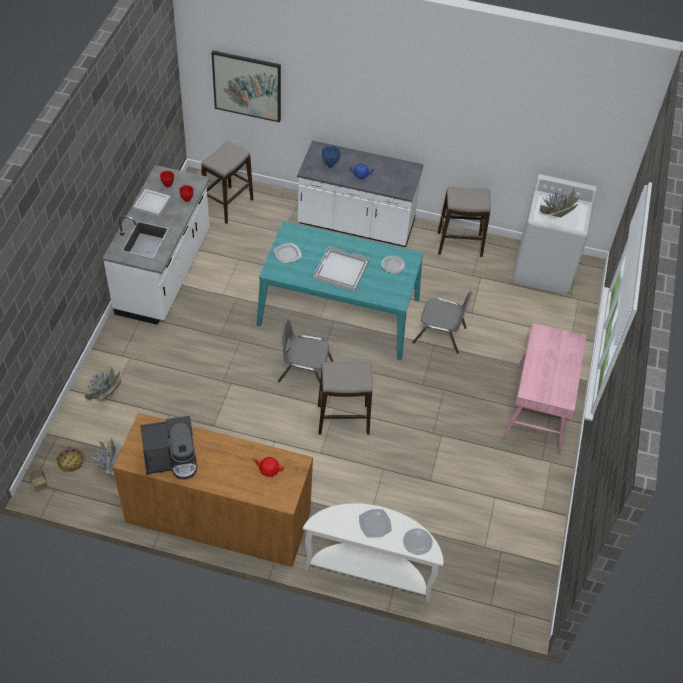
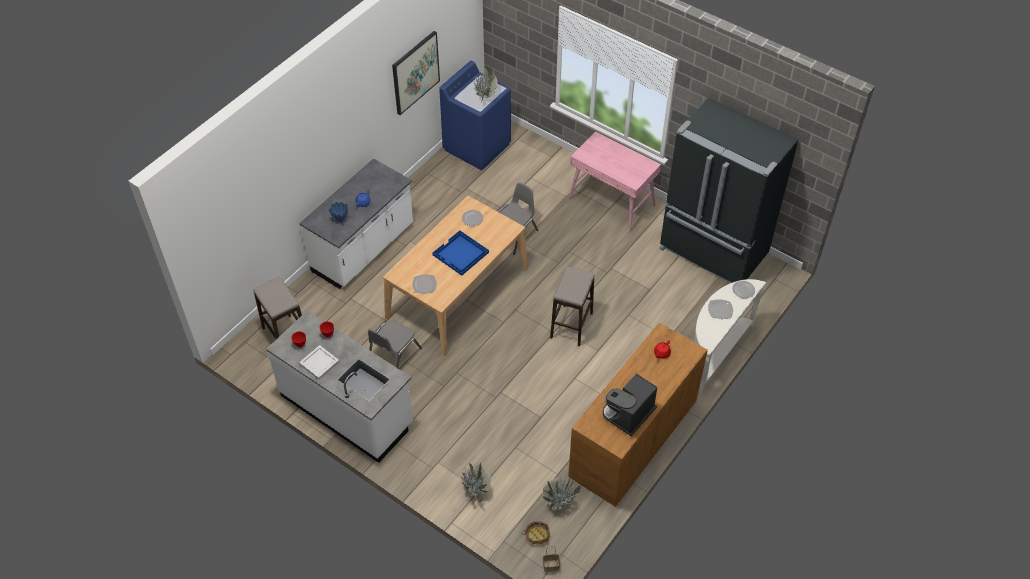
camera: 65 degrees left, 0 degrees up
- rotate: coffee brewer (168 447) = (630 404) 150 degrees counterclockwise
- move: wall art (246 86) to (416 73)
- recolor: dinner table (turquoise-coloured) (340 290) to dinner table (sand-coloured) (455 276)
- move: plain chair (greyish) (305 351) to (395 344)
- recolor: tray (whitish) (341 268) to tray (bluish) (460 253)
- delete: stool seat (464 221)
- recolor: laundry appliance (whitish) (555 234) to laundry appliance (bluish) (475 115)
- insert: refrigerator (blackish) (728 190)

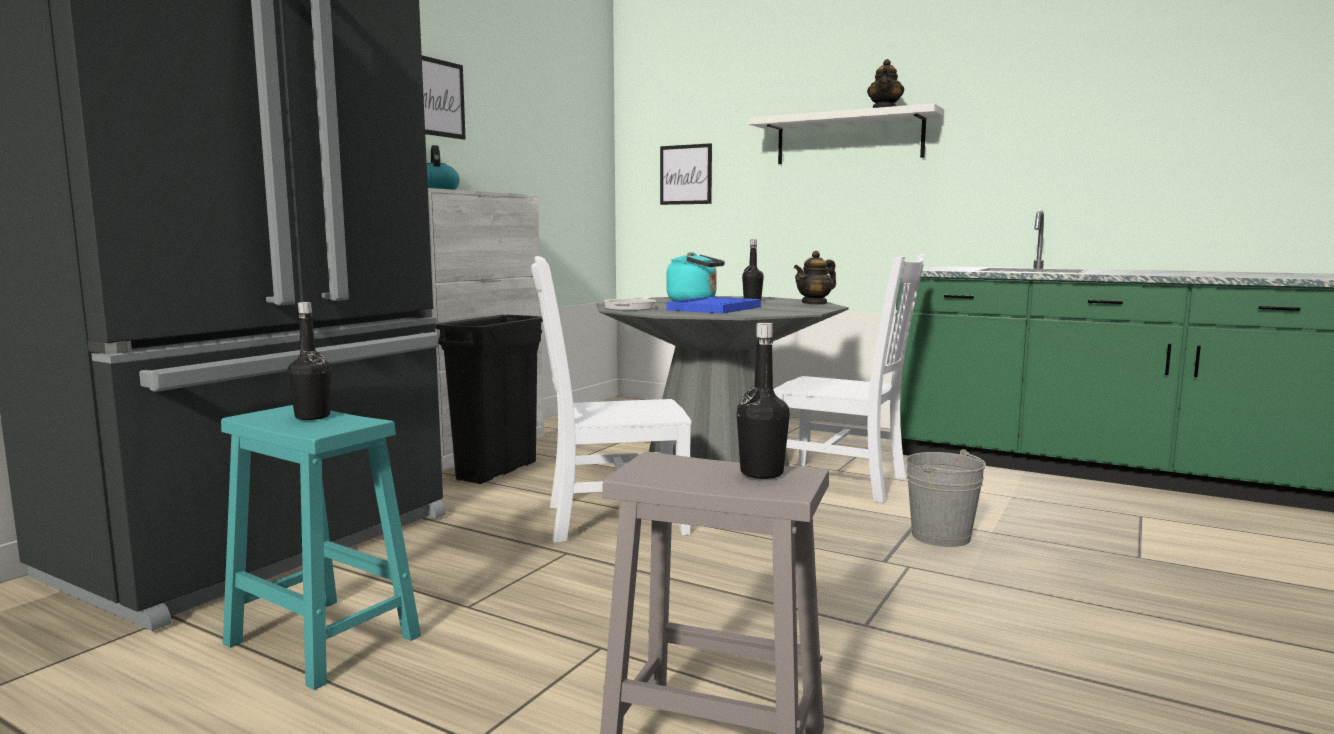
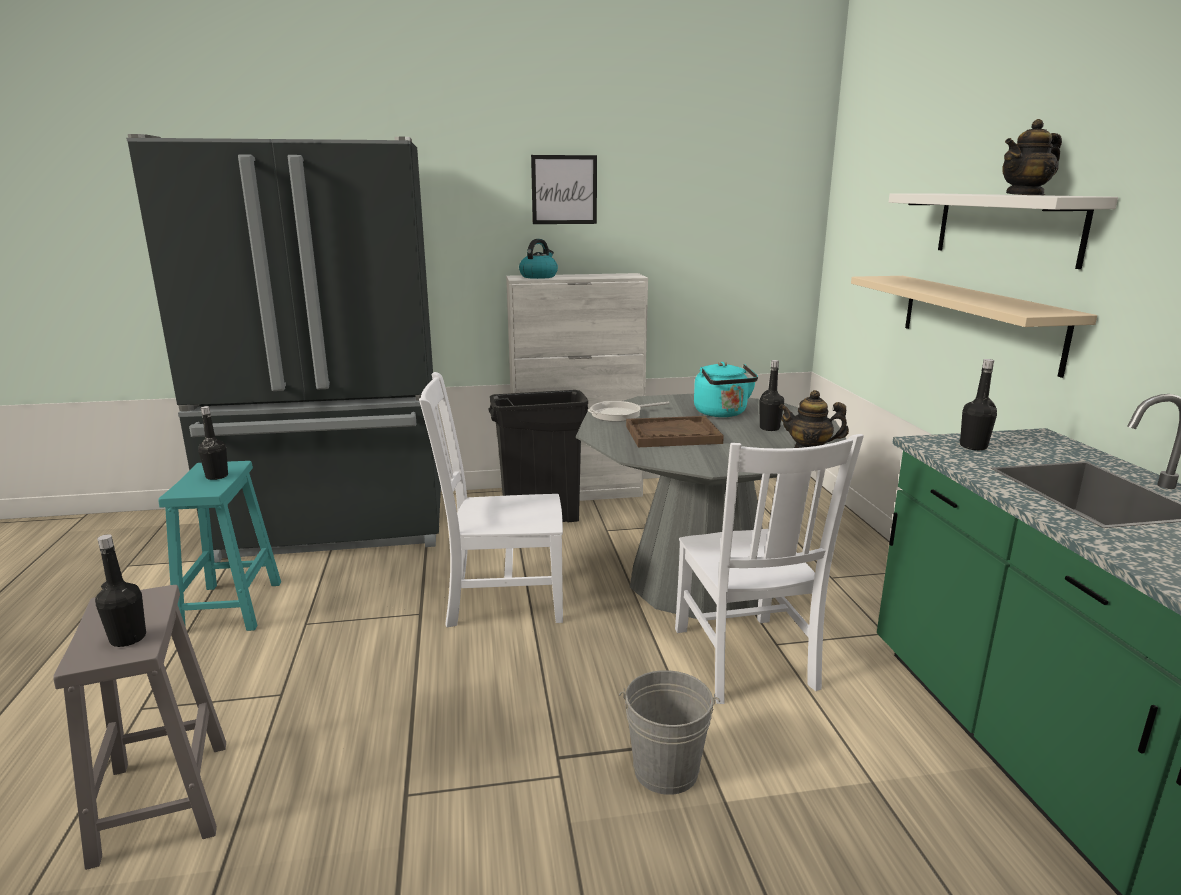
camera: 50 degrees right, 10 degrees up
- rotate: plain chair (whitish) (611 399) = (491 499) 45 degrees counterclockwise
- delete: wall art (686 174)
- recolor: tray (bluish) (714 305) to tray (brown-coloured) (675 431)
- insert: shelf (sand-coloured) (974 327)
- insert: bottle (blackish) (978 404)

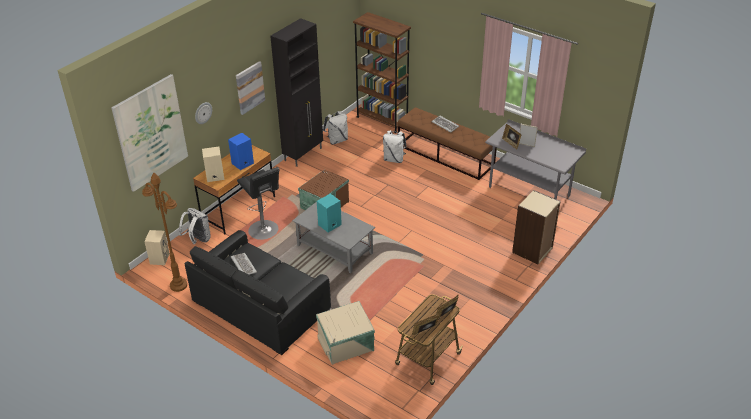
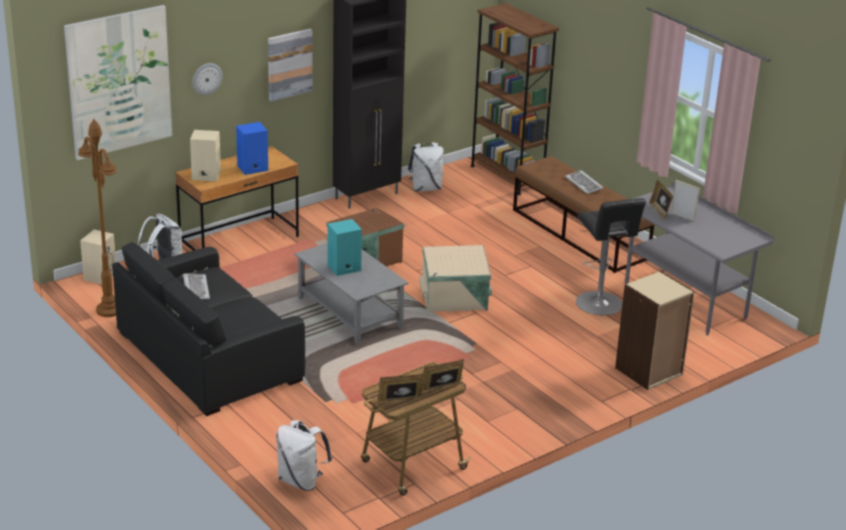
camera: 15 degrees right, 10 degrees down
- move: stool seat (blackish) (258 203) to (611 256)
- move: storage container (sand-coloured) (345 333) to (455 278)
- move: backpack (whitish) (395 146) to (304 455)

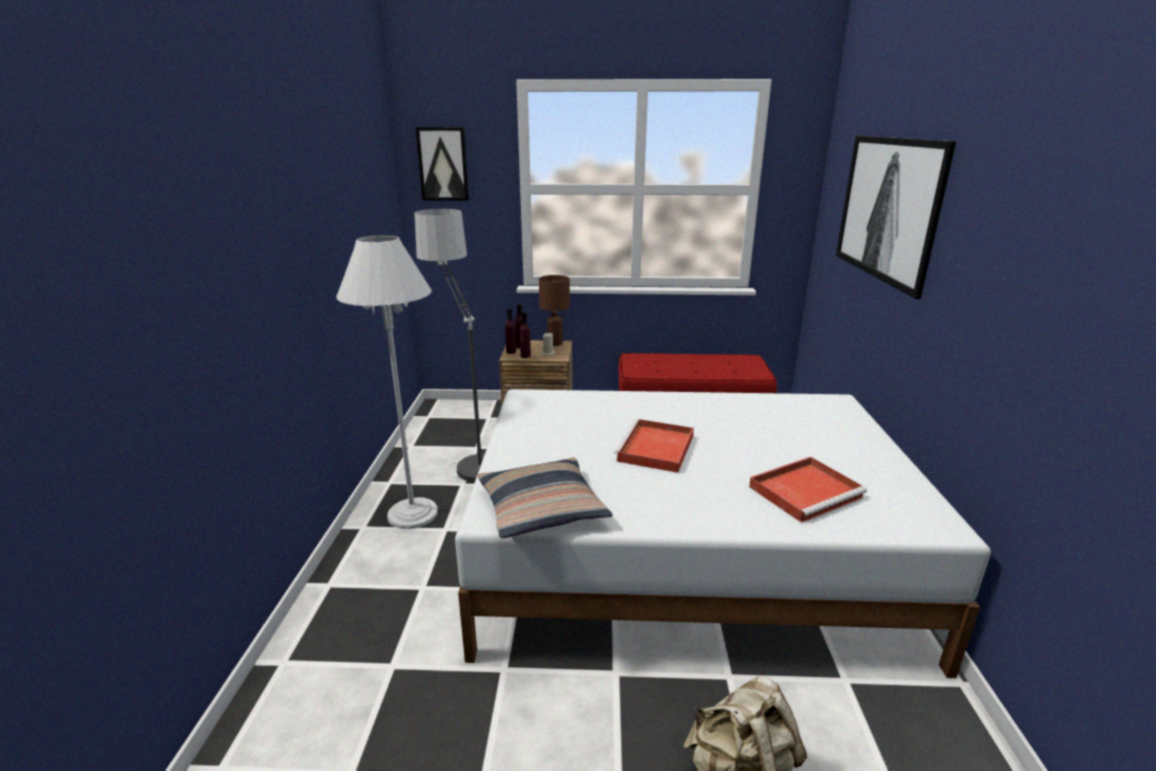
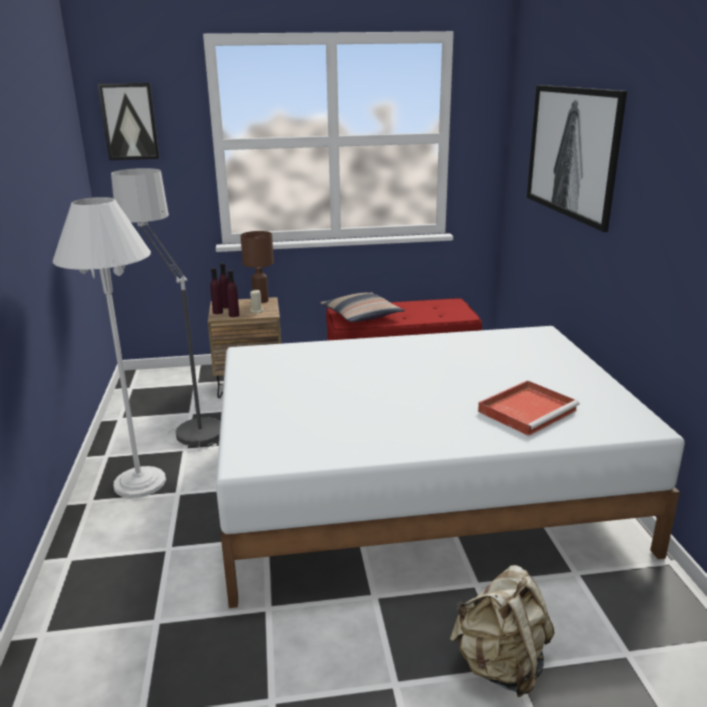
camera: 10 degrees left, 0 degrees up
- move: throw pillow (545 498) to (362 307)
- delete: tray (red) (654 446)

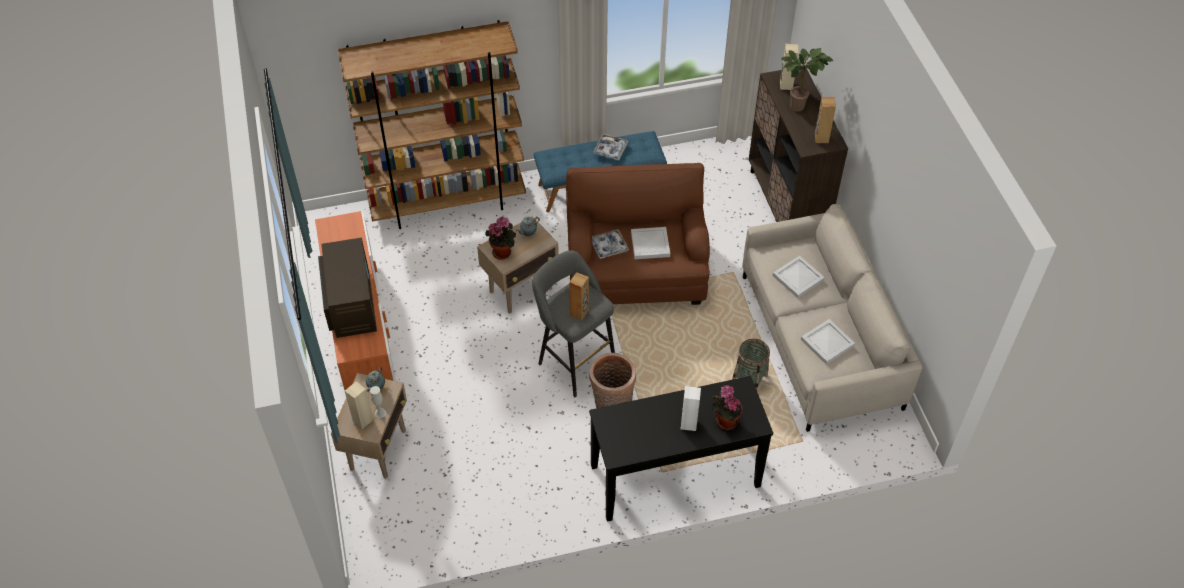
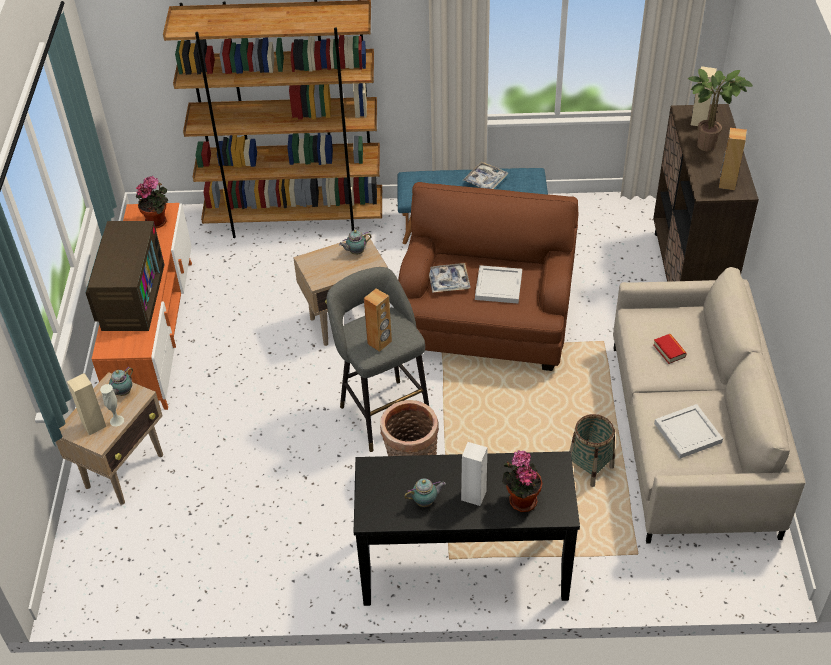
camera: 15 degrees right, 5 degrees down
- move: houseplant (500 238) to (152 202)
- replace: tray (whitish) (799 276) to volume (670 349)
- insert: teapot (425 492)

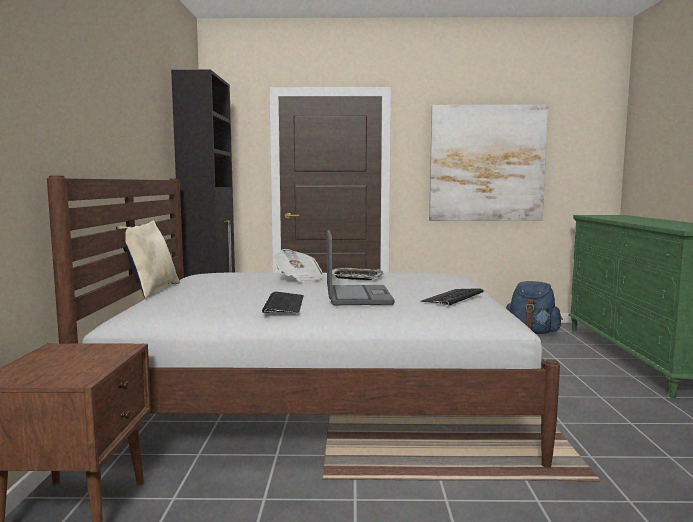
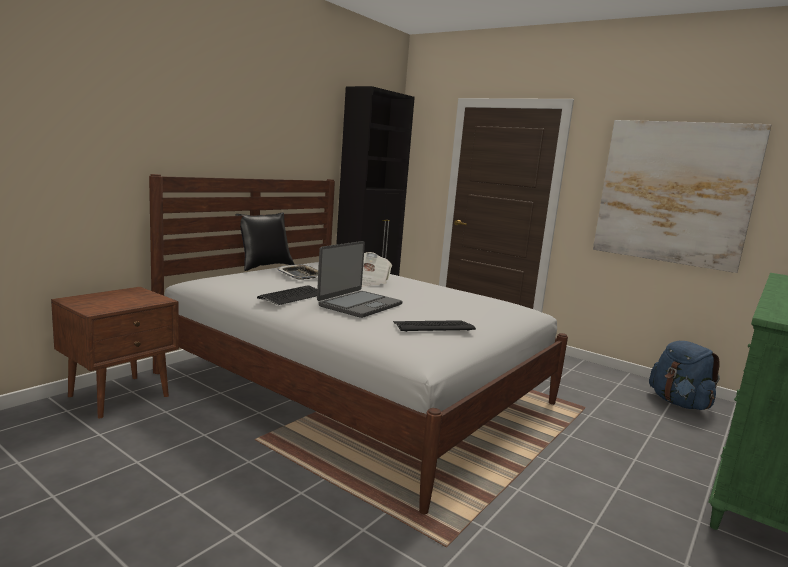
camera: 35 degrees right, 5 degrees up
- recolor: throw pillow (sand-coloured) (148 259) to throw pillow (blackish) (265 241)
- move: tray (358 274) to (297 272)

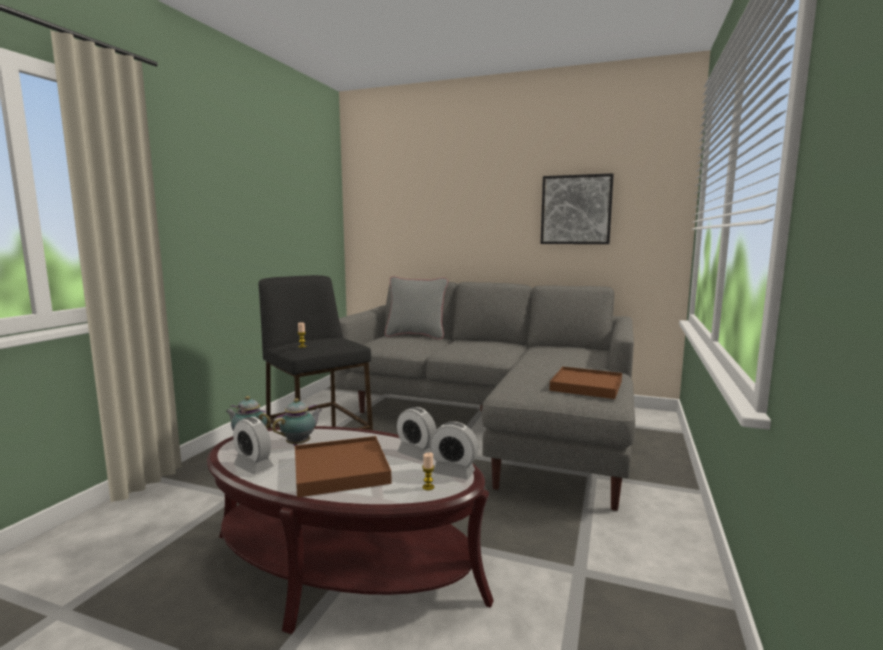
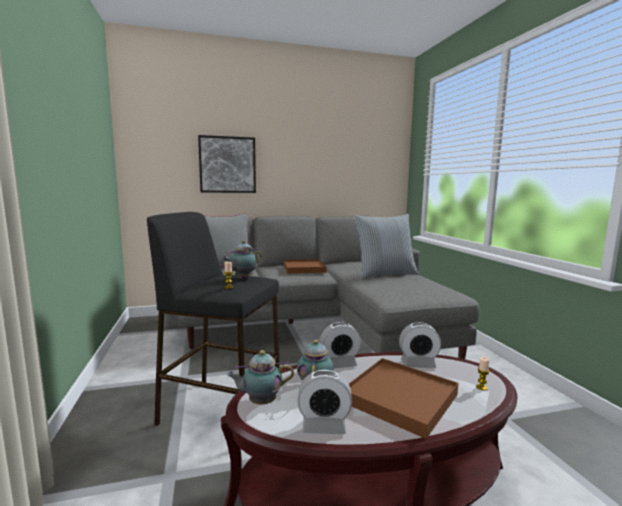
camera: 35 degrees left, 0 degrees up
- move: alarm clock (454 450) to (340 345)
- move: wall art (577 208) to (227 164)
- move: tray (brown-coloured) (585 383) to (305 266)
- insert: teapot (242 259)
- insert: throw pillow (386 246)

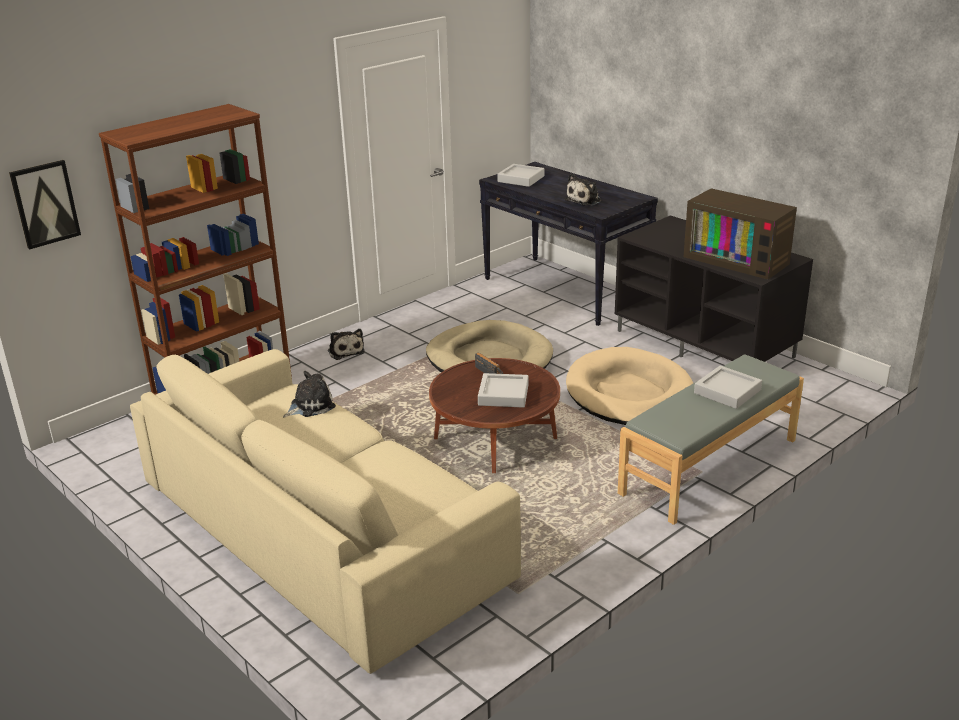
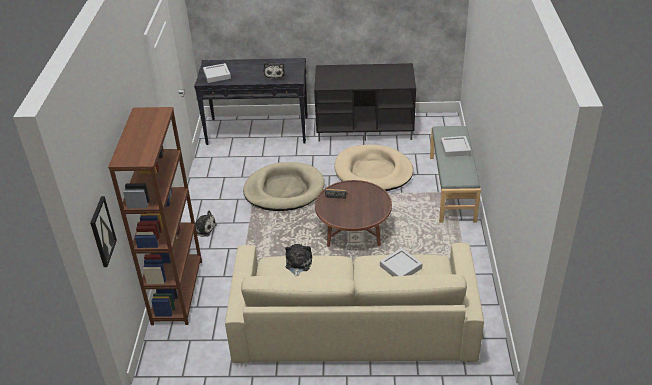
camera: 45 degrees left, 10 degrees up
- move: tray (greyish) (503 390) to (401 262)
- delete: TV set (740 234)

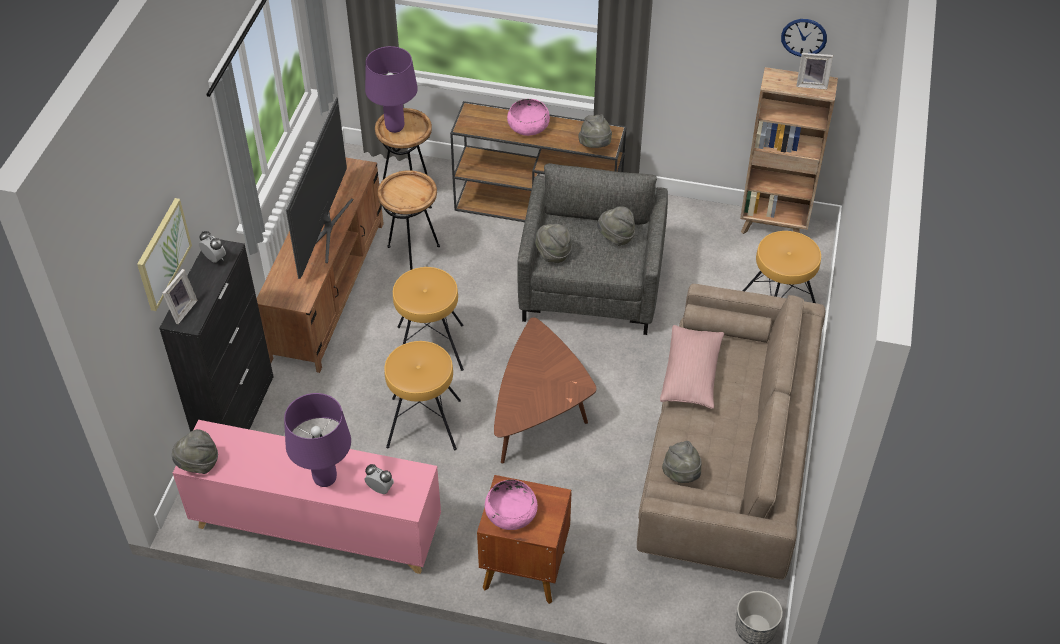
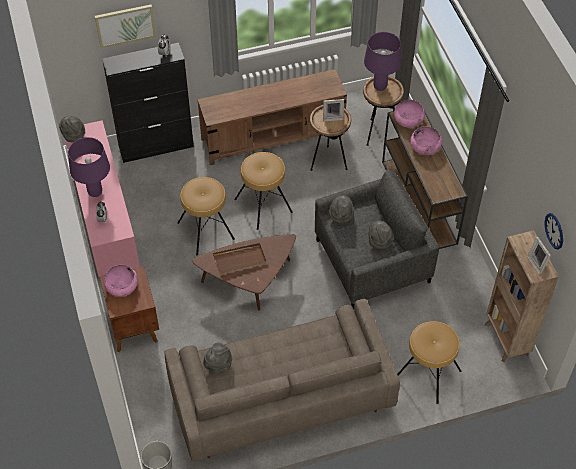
camera: 60 degrees right, 5 degrees up
- move: picture frame (180 296) to (333 110)
- delete: TV set (319 188)
- delete: hat (greyish) (595 131)
- delete: throw pillow (pinkish) (692 367)
- insert: tray (brown-coloured) (240 259)
- insert: serving bowl (pinkish) (409 114)

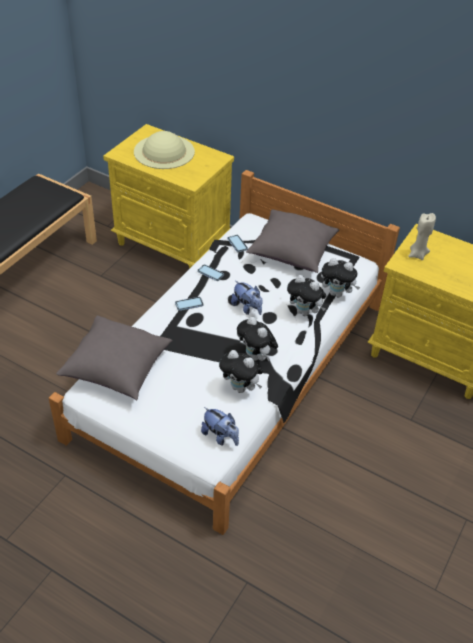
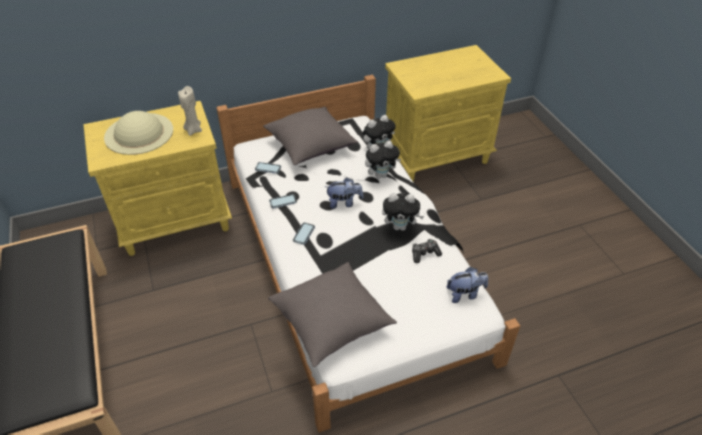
camera: 50 degrees left, 0 degrees up
- replace: soft toy (241 371) to gamepad (427 251)
- move: wax light (sand-coloured) (422 236) to (190 111)

